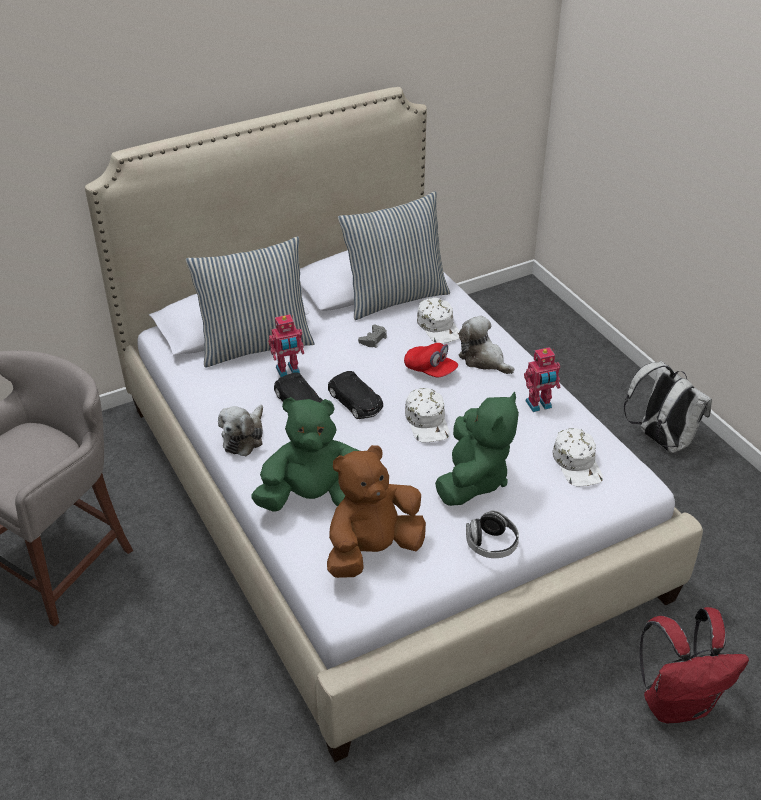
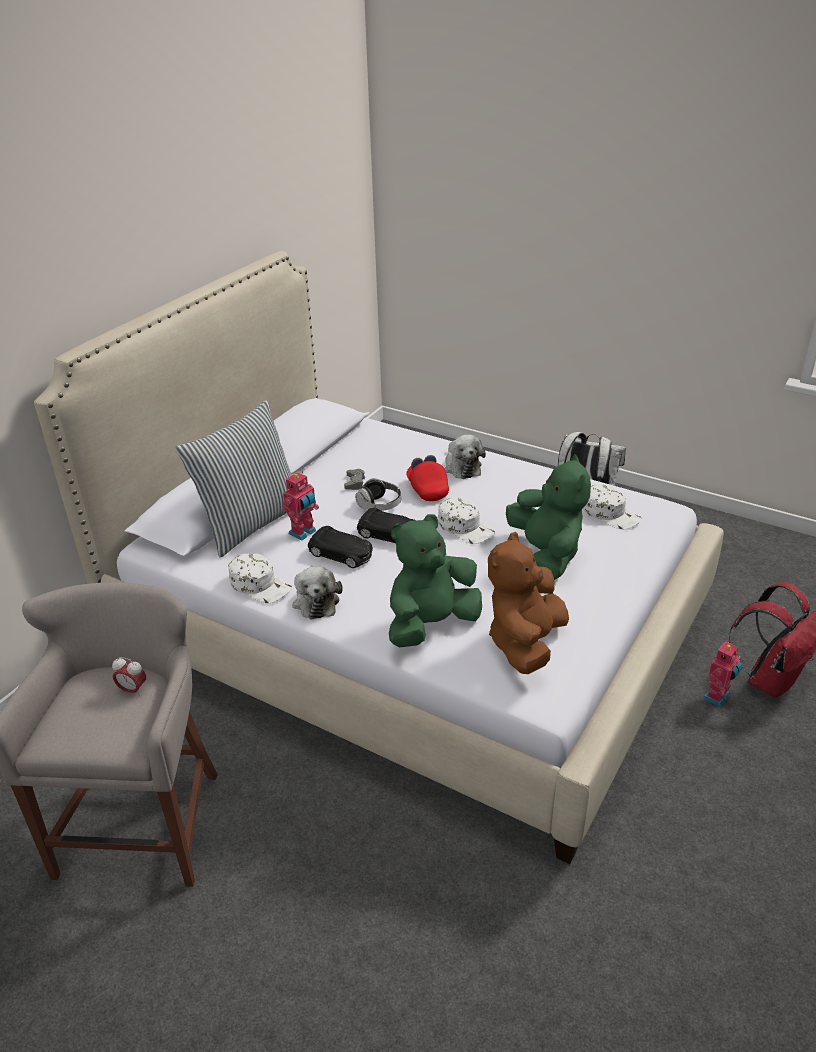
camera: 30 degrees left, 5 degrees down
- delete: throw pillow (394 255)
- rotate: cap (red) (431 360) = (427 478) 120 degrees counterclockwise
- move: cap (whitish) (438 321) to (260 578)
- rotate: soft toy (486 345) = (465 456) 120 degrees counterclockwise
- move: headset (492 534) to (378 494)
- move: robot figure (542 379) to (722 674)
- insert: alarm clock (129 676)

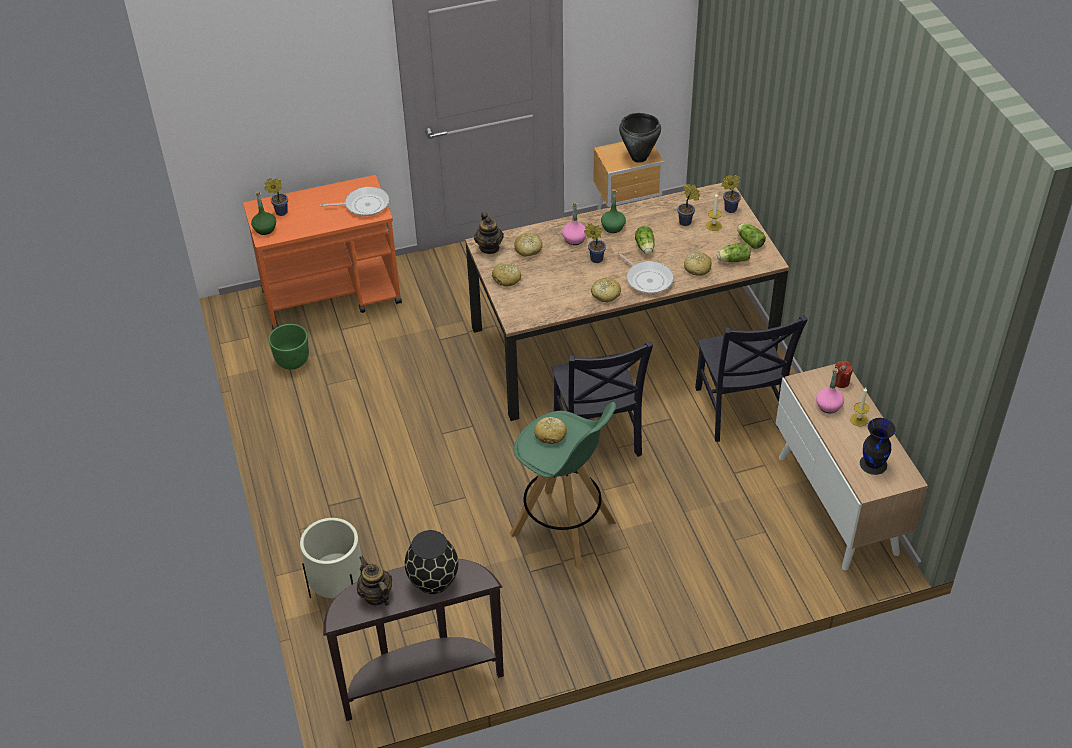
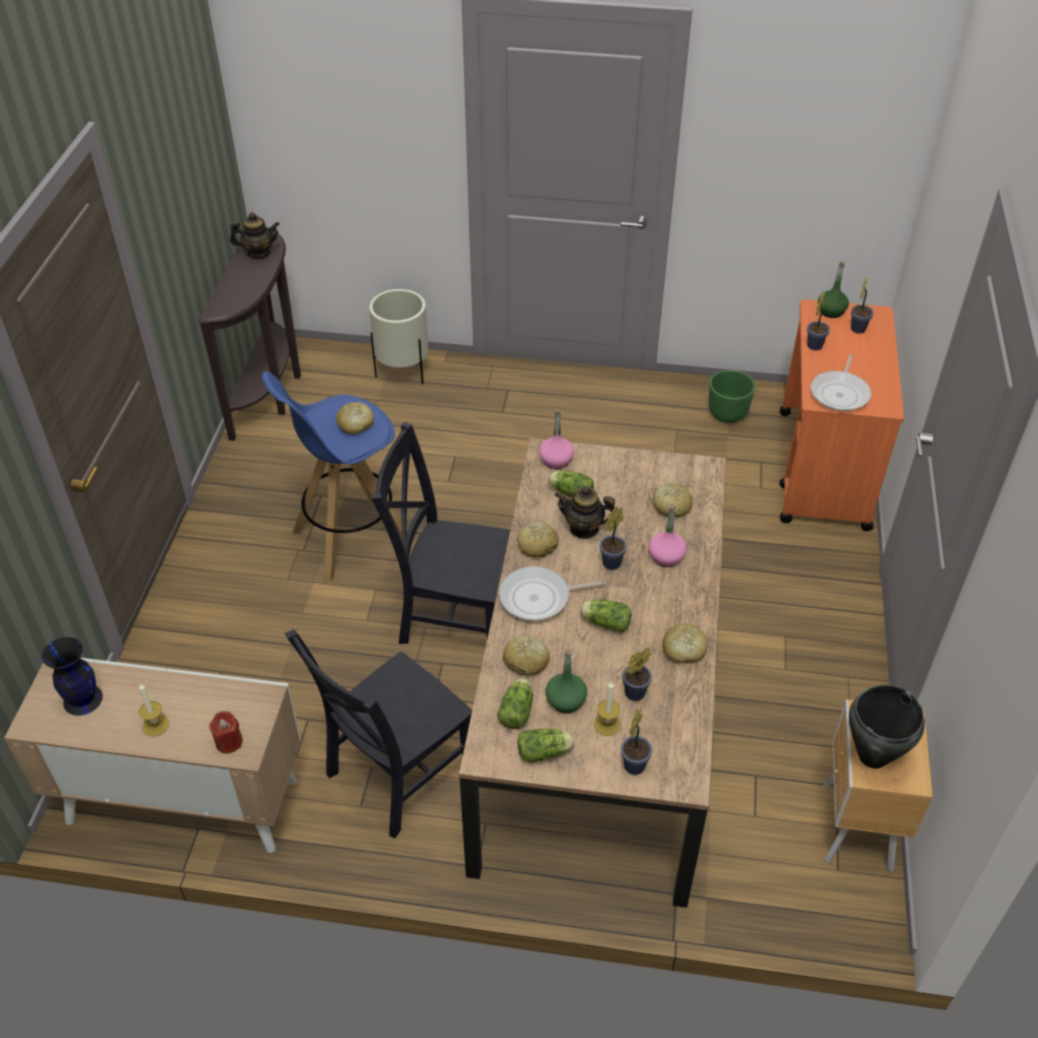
camera: 115 degrees right, 0 degrees up
- delete: flower vase (blackish) (431 562)
- move: teapot (489 233) to (585 512)
- move: baked bread (506 274) to (684 643)
- recolor: stool seat (green) (563 485) to stool seat (bluish) (337 476)
- move: bottle (green) (613 211) to (566 681)
- rotate: plain chair (blackish) (751 378) = (378 733) 60 degrees counterclockwise
- move: bottle (pinkish) (830 390) to (556 439)
- insert: head of lettuce (571 484)
- insert: houseplant (818 321)

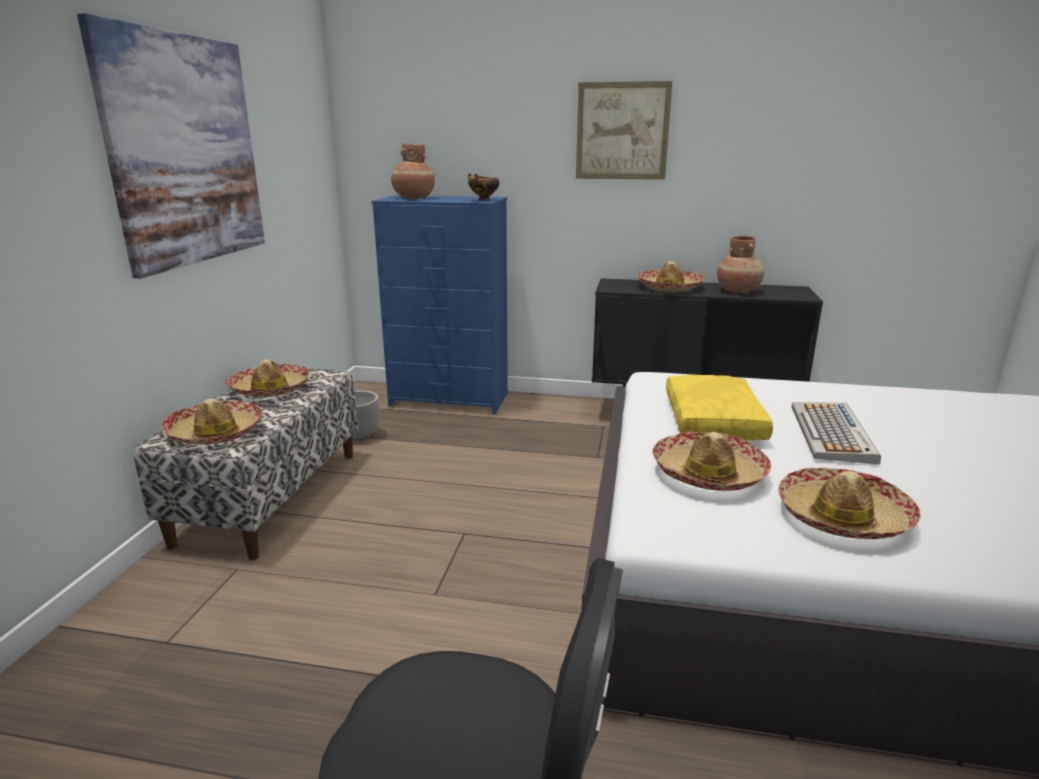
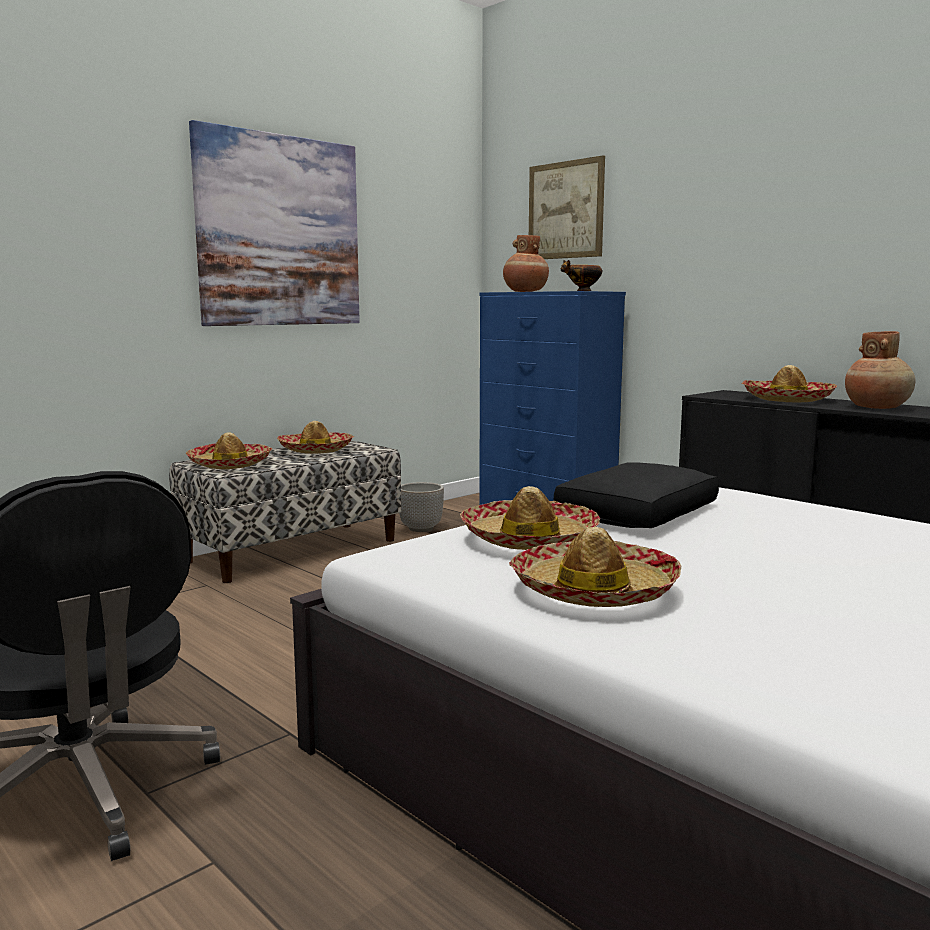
camera: 35 degrees right, 10 degrees down
- move: wall art (624 130) to (567 207)
- recolor: throw pillow (yellow) (719 408) to throw pillow (blackish) (636 495)
- delete: computer keyboard (836 433)

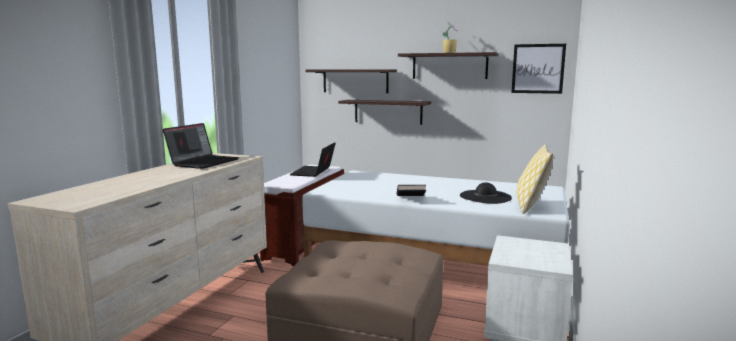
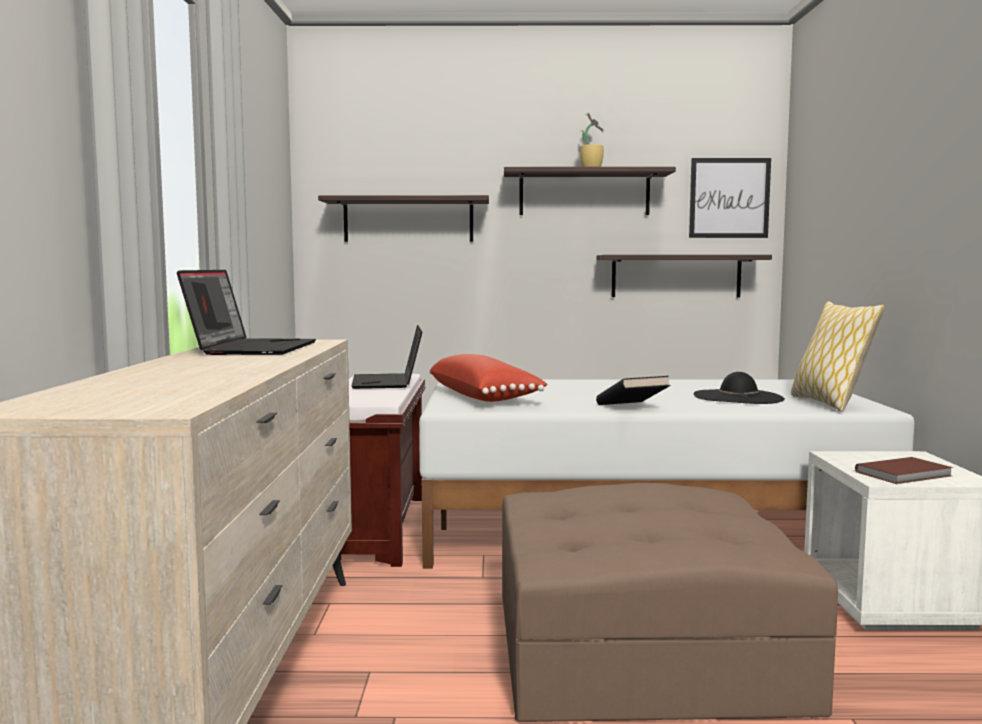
camera: 20 degrees left, 5 degrees down
- move: shelf (384 112) to (684 276)
- insert: throw pillow (red) (488 378)
- insert: volume (brown-coloured) (904 470)

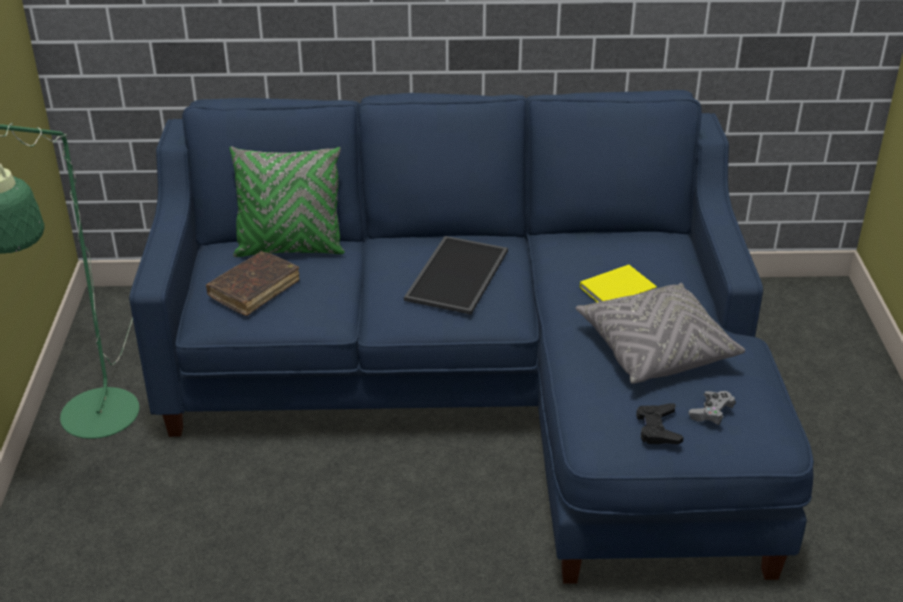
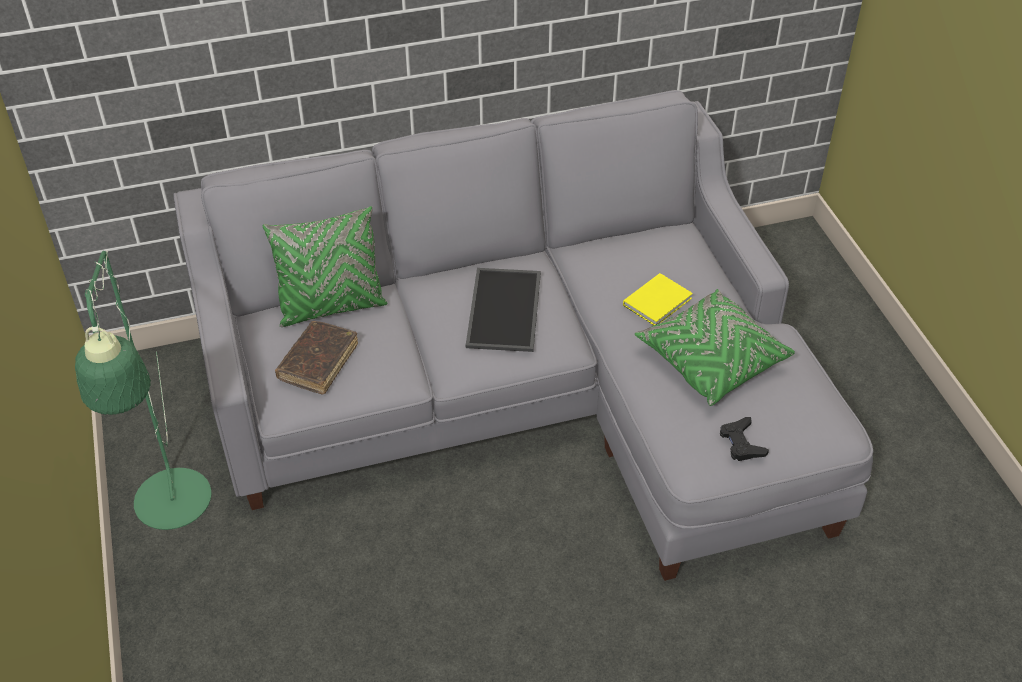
camera: 15 degrees left, 10 degrees up
- recolor: sofa (bluish) (471 337) to sofa (greyish) (523 335)
- recolor: throw pillow (greyish) (660 333) to throw pillow (green) (715 347)
- delete: gamepad (greyish) (712 408)

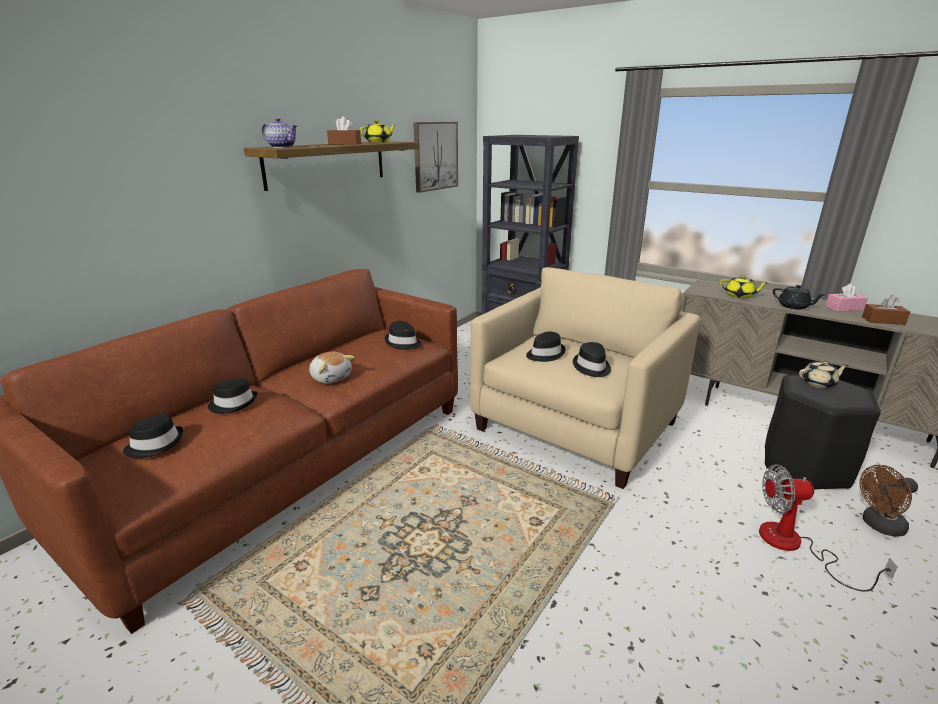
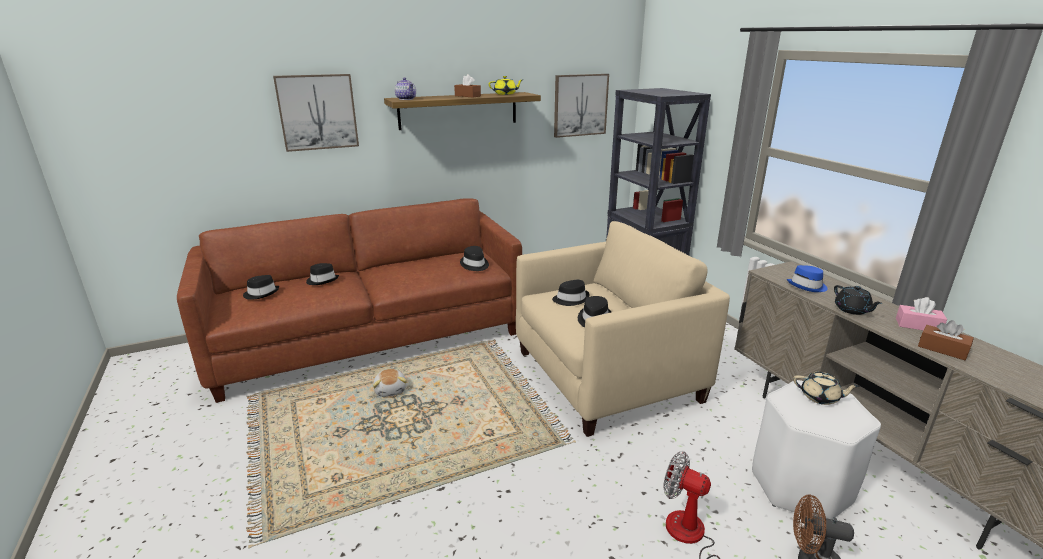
camera: 30 degrees right, 0 degrees up
- move: soft toy (332 368) to (390 383)
- replace: teapot (yellow) (743 286) to hat (bluish) (807 278)
- recolor: stool seat (blackish) (823 432) to stool seat (whitish) (816 450)
- insert: wall art (316 113)

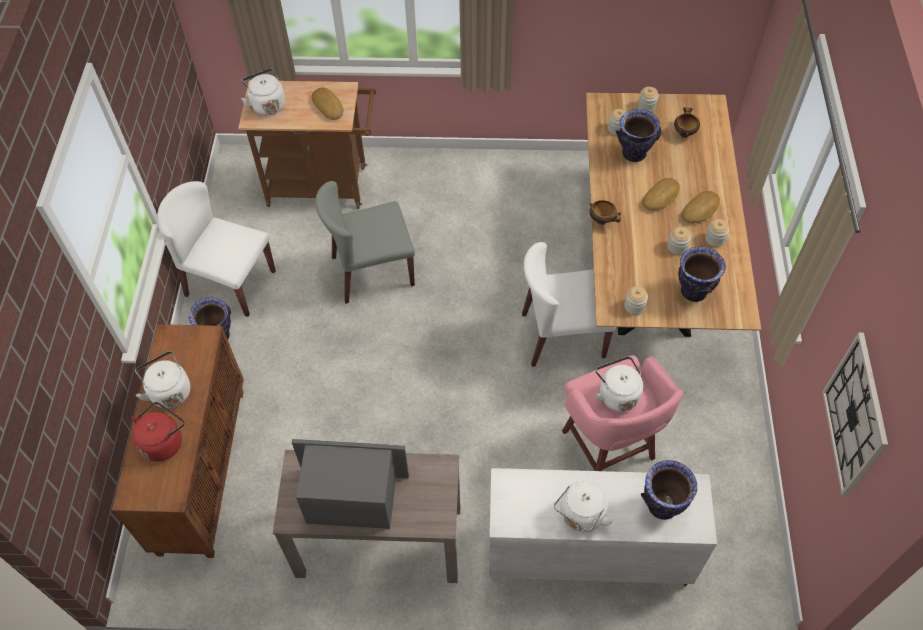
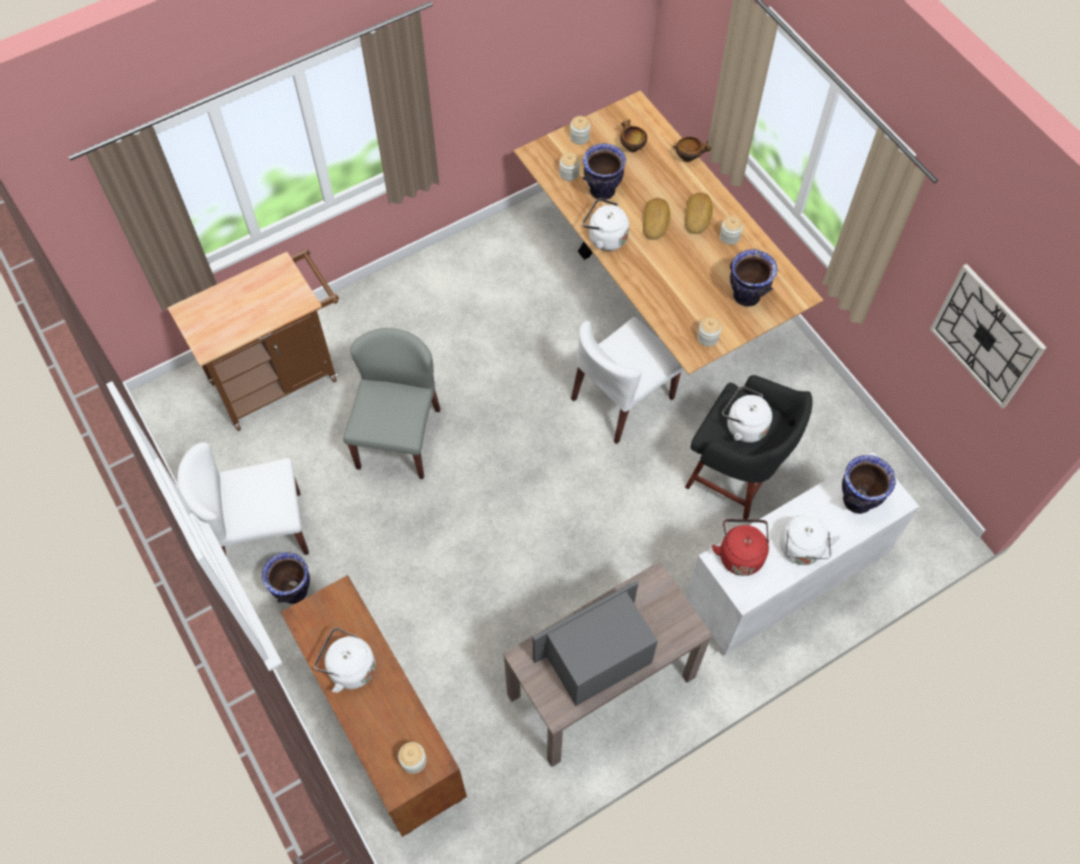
camera: 35 degrees left, 5 degrees up
- move: kettle (red) (158 431) to (740 547)
- move: kettle (whitish) (263 91) to (605 224)
- delete: baked bread (327 103)
- rotate: plain chair (greyish) (365 242) = (391 403) 150 degrees clockwise
- recolor: stool seat (pinkish) (622 413) to stool seat (blackish) (749 447)
- move: serving bowl (605 212) to (692 149)
- move: storage jar (679 241) to (412 758)

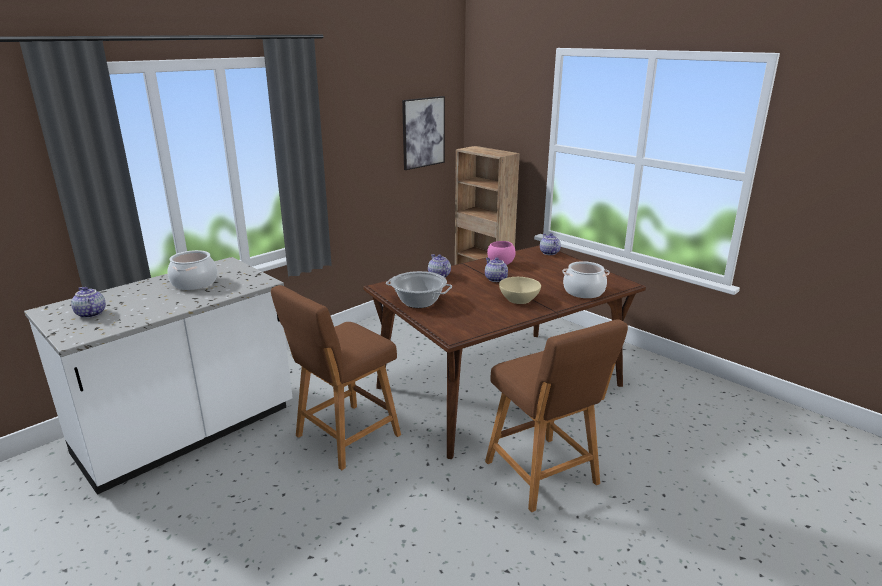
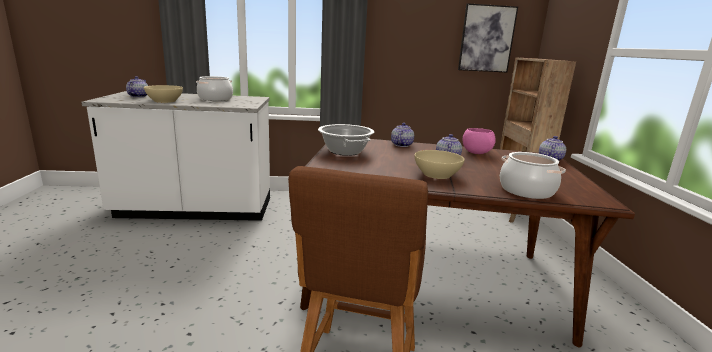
camera: 40 degrees right, 5 degrees down
- delete: stool seat (brown-coloured) (336 377)
- insert: serving bowl (sand-coloured) (163 94)

